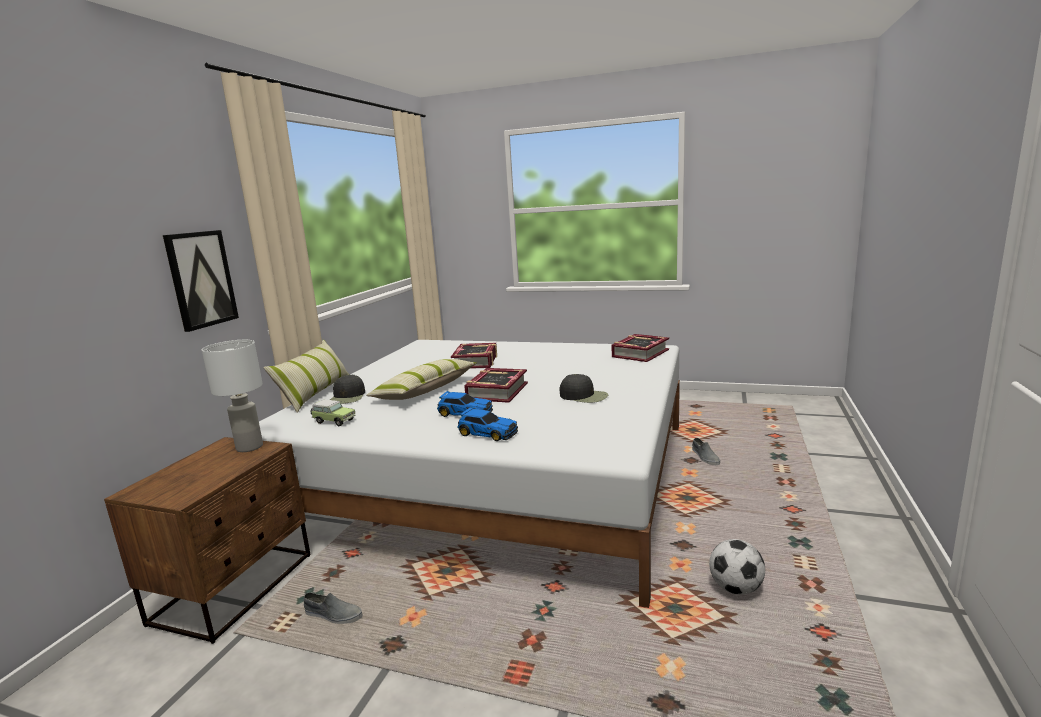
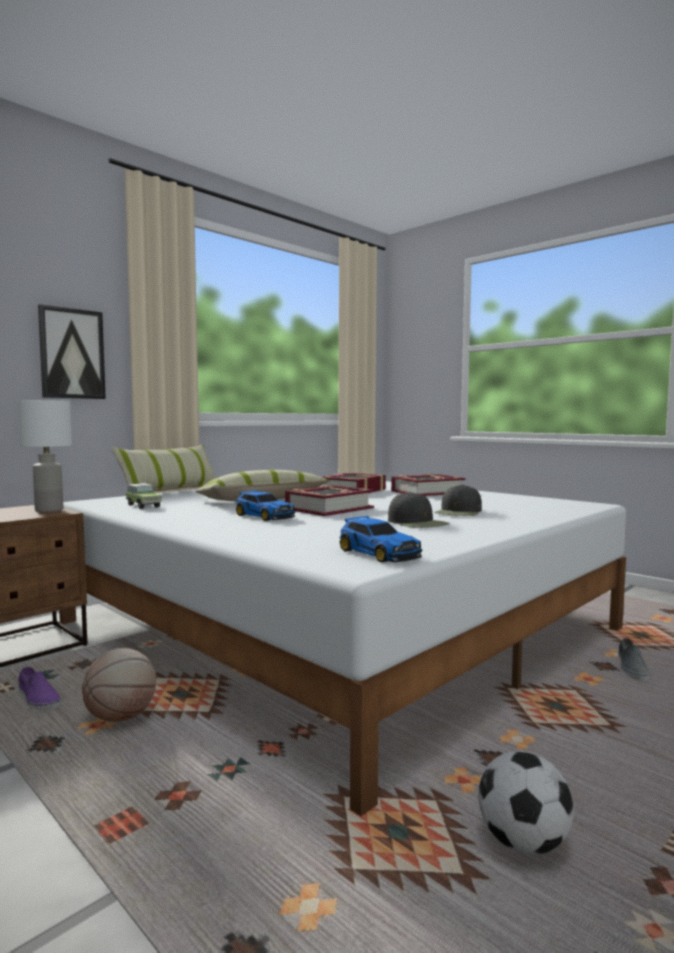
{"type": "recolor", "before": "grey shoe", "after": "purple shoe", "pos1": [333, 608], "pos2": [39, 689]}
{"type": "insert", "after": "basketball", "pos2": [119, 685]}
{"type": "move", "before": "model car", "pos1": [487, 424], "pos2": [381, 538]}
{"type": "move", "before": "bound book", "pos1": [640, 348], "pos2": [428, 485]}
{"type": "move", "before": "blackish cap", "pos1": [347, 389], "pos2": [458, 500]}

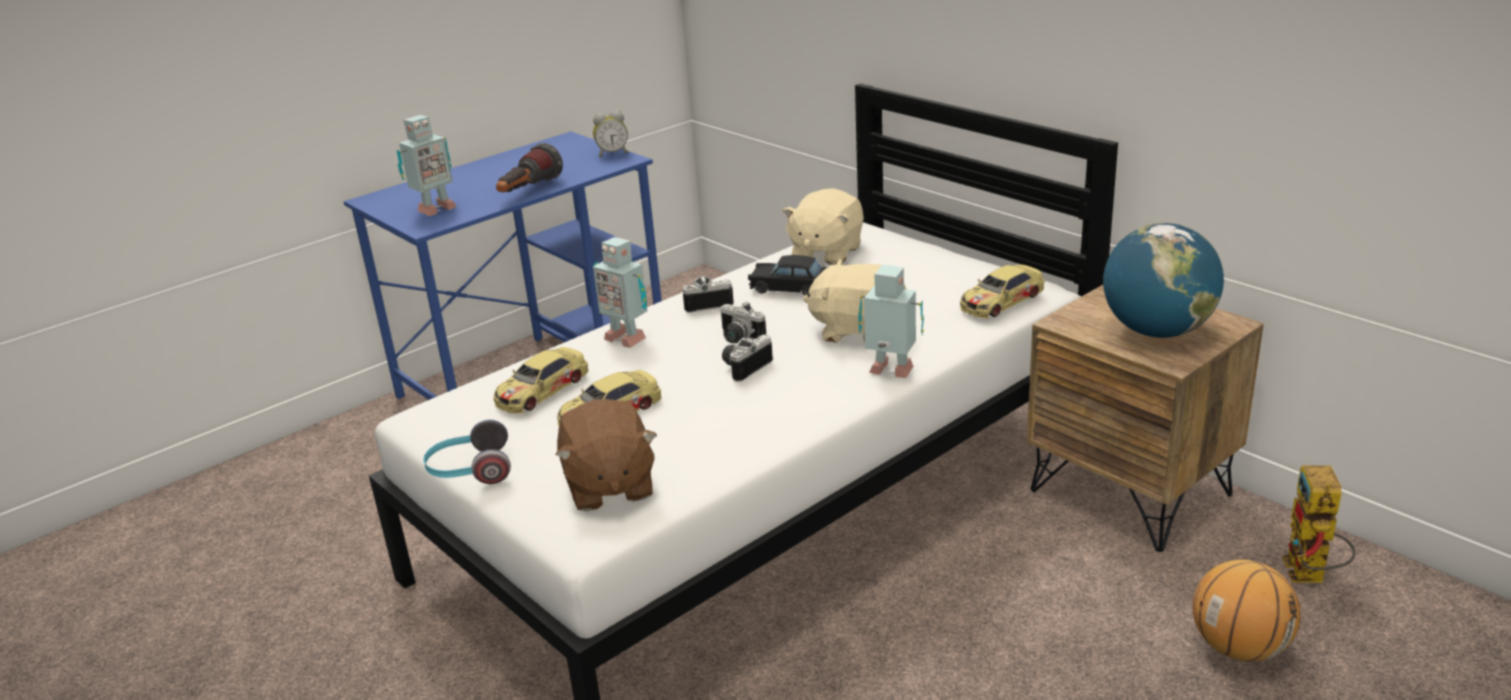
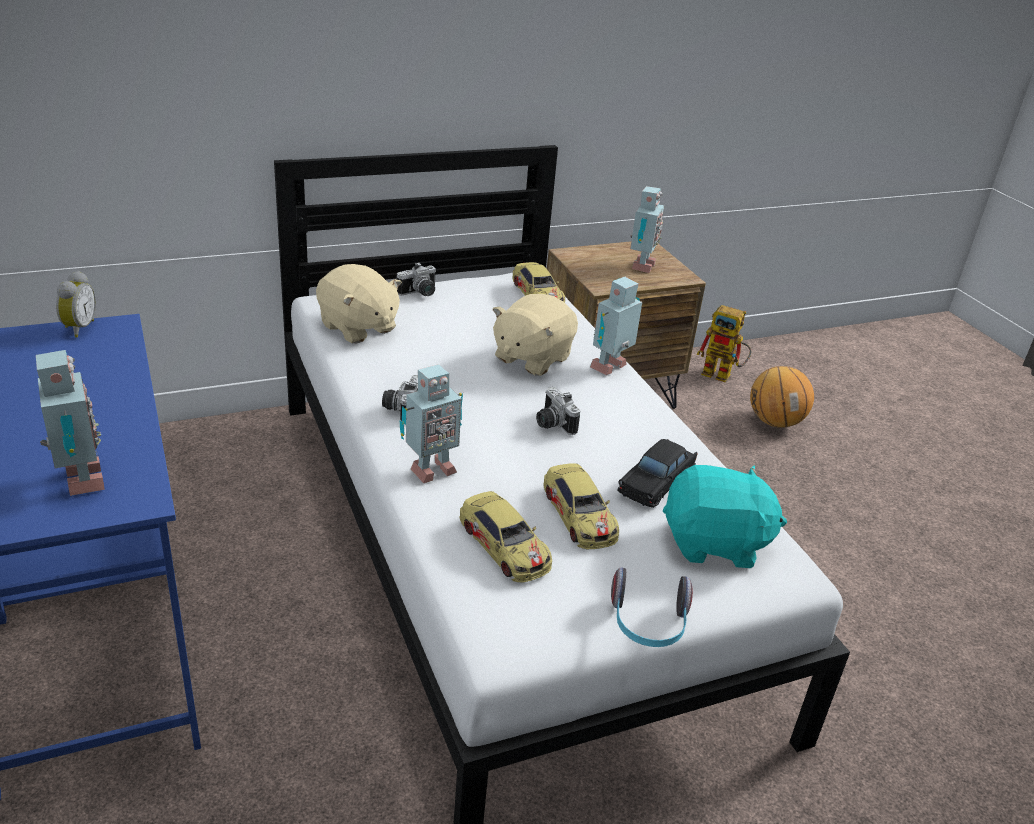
{"type": "move", "before": "still camera", "pos1": [743, 322], "pos2": [416, 279]}
{"type": "move", "before": "blackish model car", "pos1": [788, 275], "pos2": [657, 473]}
{"type": "replace", "before": "world globe", "after": "robot figure", "pos1": [1163, 280], "pos2": [647, 229]}
{"type": "recolor", "before": "brown-coloured cuddly toy", "after": "turquoise cuddly toy", "pos1": [606, 455], "pos2": [725, 516]}
{"type": "delete", "before": "flashlight", "pos1": [529, 167]}

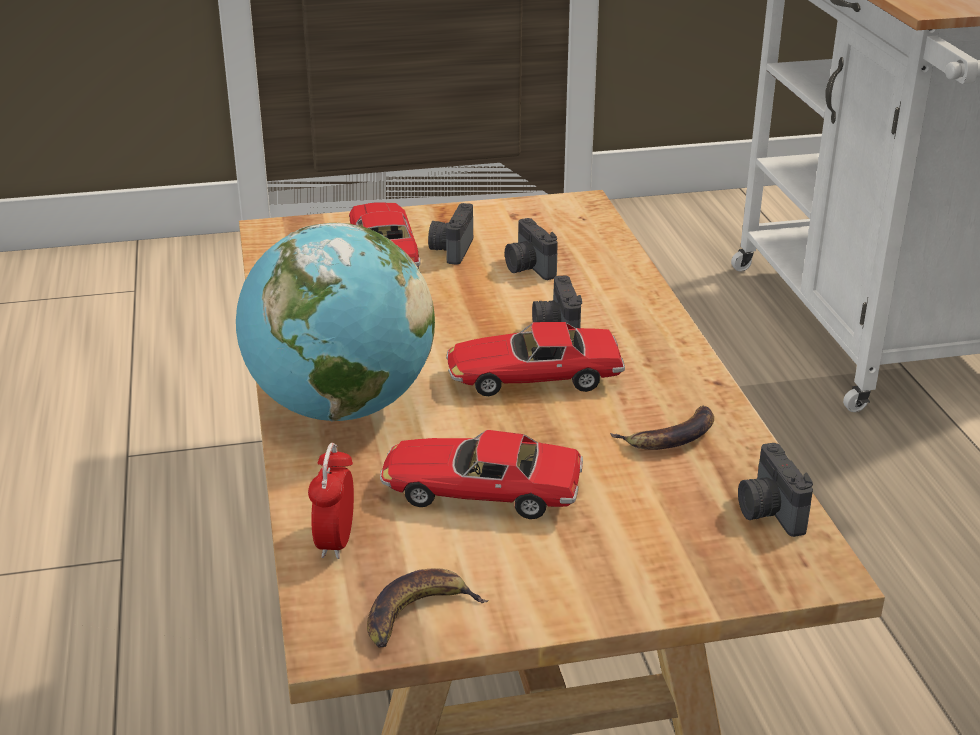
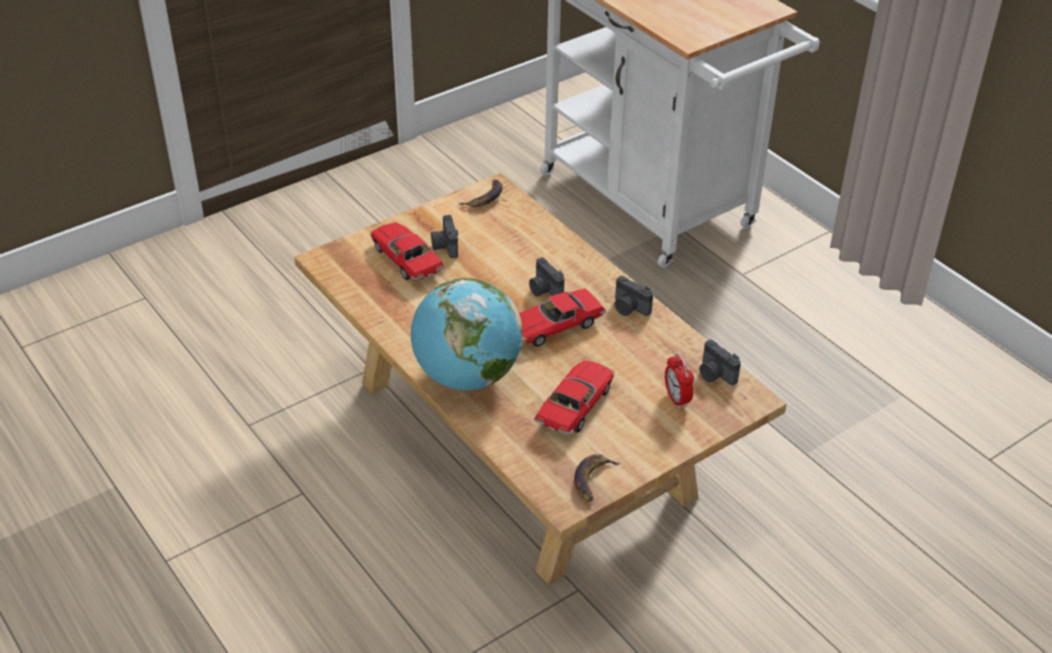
{"type": "move", "before": "banana fruit", "pos1": [662, 428], "pos2": [480, 193]}
{"type": "rotate", "before": "model car", "pos1": [481, 474], "pos2": [574, 397], "turn": 135}
{"type": "move", "before": "still camera", "pos1": [531, 249], "pos2": [634, 296]}
{"type": "move", "before": "bedside clock", "pos1": [331, 501], "pos2": [679, 381]}

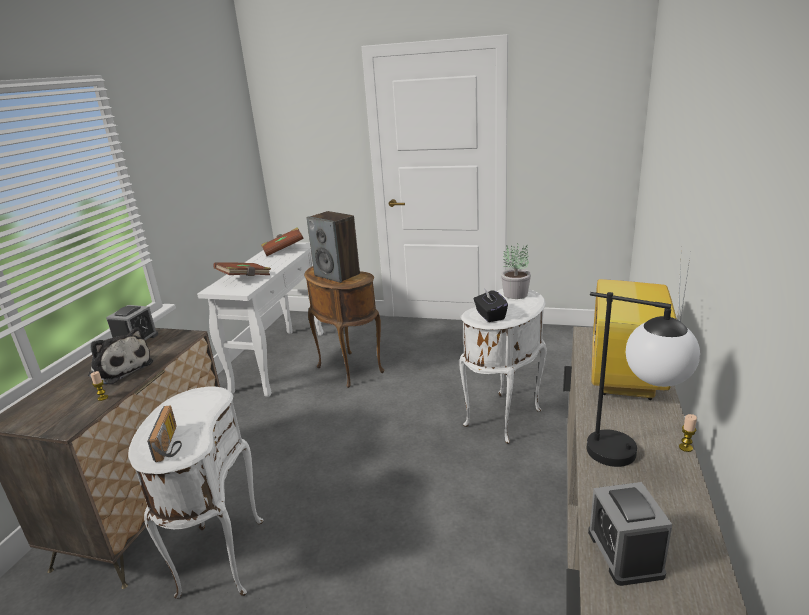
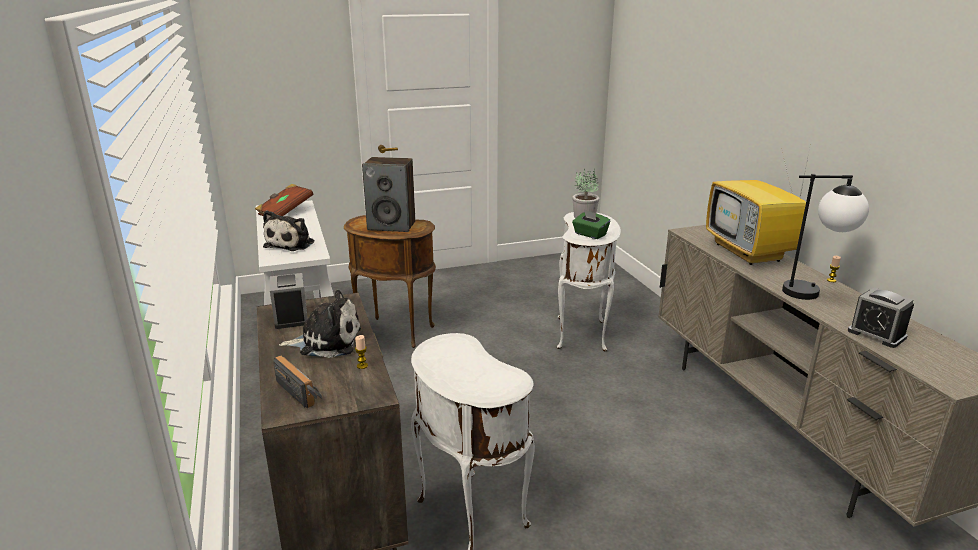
{"type": "replace", "before": "brown-coloured bound book", "after": "cuddly toy", "pos1": [242, 269], "pos2": [288, 230]}
{"type": "move", "before": "radio receiver", "pos1": [164, 433], "pos2": [297, 382]}
{"type": "recolor", "before": "blackish tissue holder", "after": "greenish tissue holder", "pos1": [491, 305], "pos2": [591, 224]}

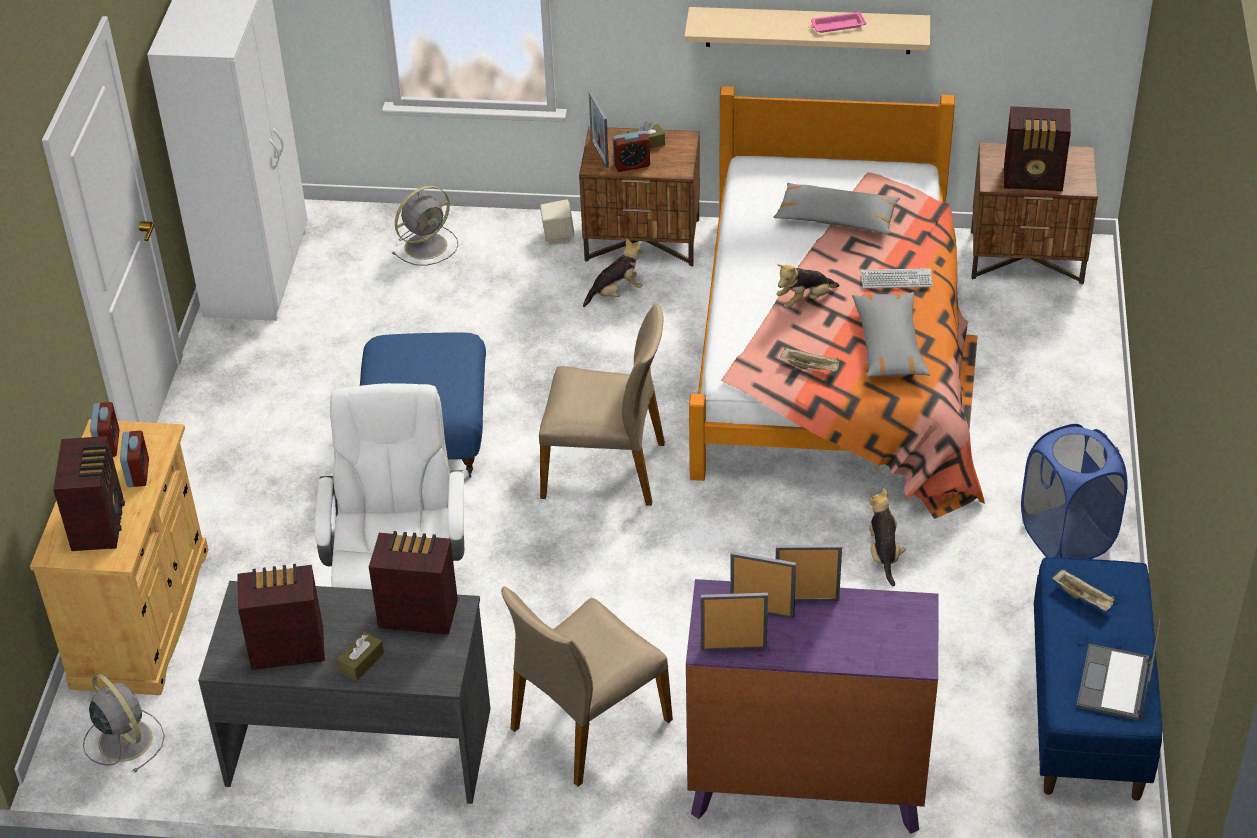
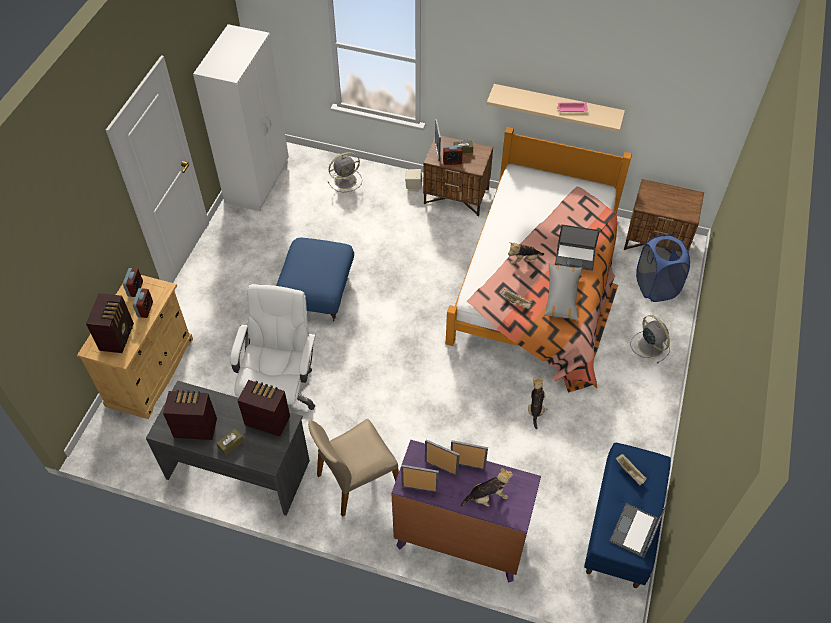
{"type": "move", "before": "cuddly toy", "pos1": [612, 272], "pos2": [487, 487]}
{"type": "replace", "before": "computer keyboard", "after": "laptop", "pos1": [897, 278], "pos2": [577, 247]}
{"type": "move", "before": "grey cooling fan", "pos1": [124, 723], "pos2": [650, 339]}
{"type": "move", "before": "blue laundry basket", "pos1": [1074, 491], "pos2": [663, 268]}
{"type": "delete", "before": "beige-coloured plain chair", "pos1": [602, 404]}
{"type": "delete", "before": "grey throw pillow", "pos1": [837, 208]}
{"type": "delete", "before": "radio receiver", "pos1": [1037, 148]}

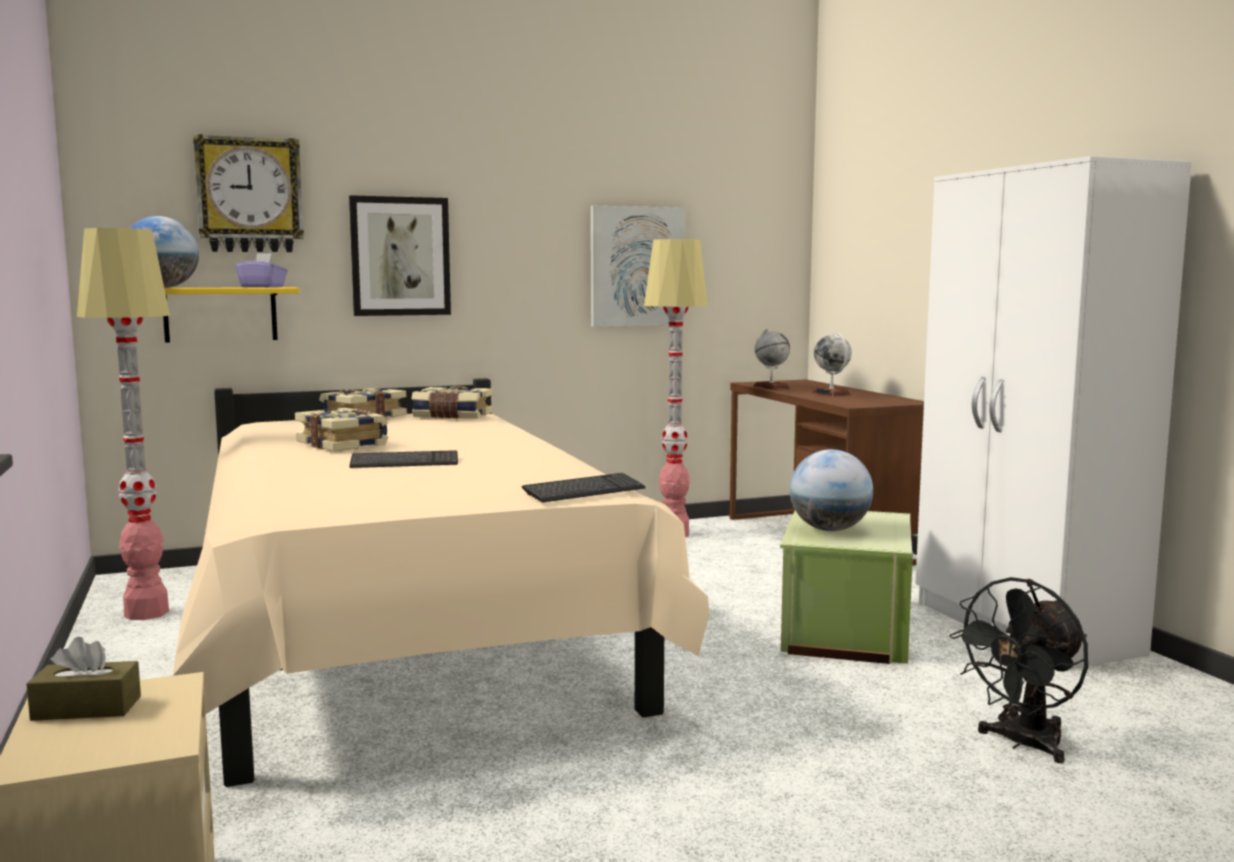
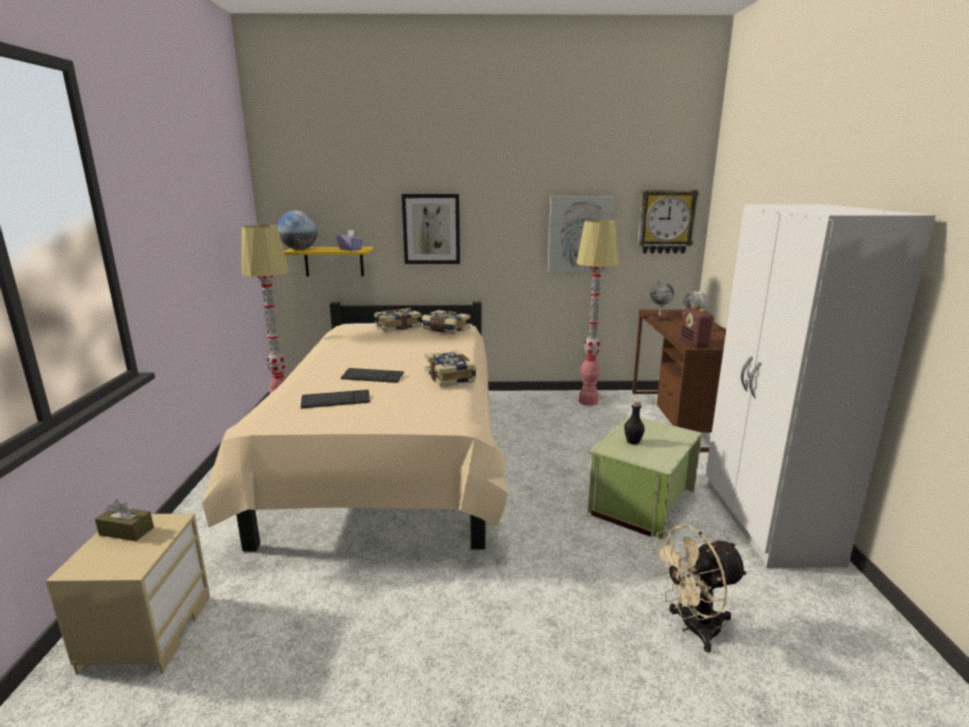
{"type": "move", "before": "computer keyboard", "pos1": [584, 488], "pos2": [335, 399]}
{"type": "move", "before": "bound book", "pos1": [342, 430], "pos2": [450, 368]}
{"type": "replace", "before": "world globe", "after": "blackish beverage bottle", "pos1": [831, 490], "pos2": [634, 422]}
{"type": "move", "before": "hanging clock", "pos1": [248, 193], "pos2": [668, 221]}
{"type": "recolor", "before": "blackish cooling fan", "after": "beige-coloured cooling fan", "pos1": [1018, 670], "pos2": [699, 588]}
{"type": "insert", "after": "radio receiver", "pos2": [697, 326]}

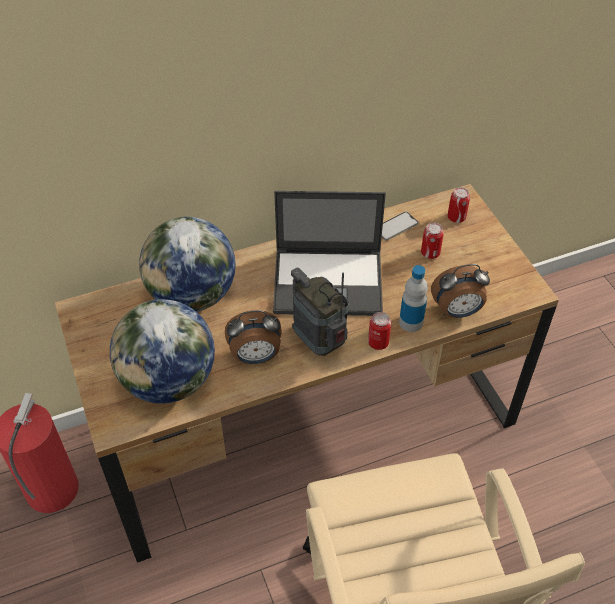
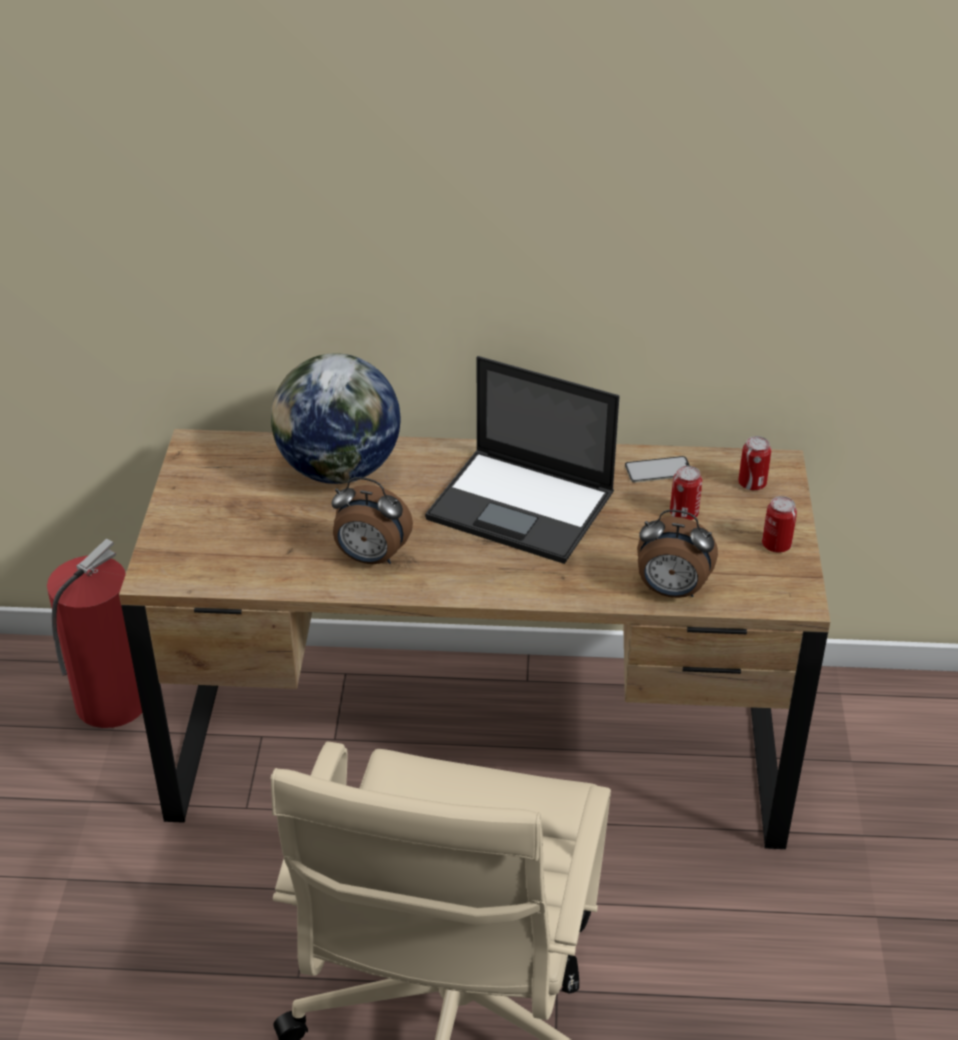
{"type": "move", "before": "sealed can", "pos1": [379, 331], "pos2": [779, 524]}
{"type": "delete", "before": "world globe", "pos1": [162, 351]}
{"type": "delete", "before": "radio receiver", "pos1": [320, 312]}
{"type": "delete", "before": "beverage bottle", "pos1": [413, 298]}

